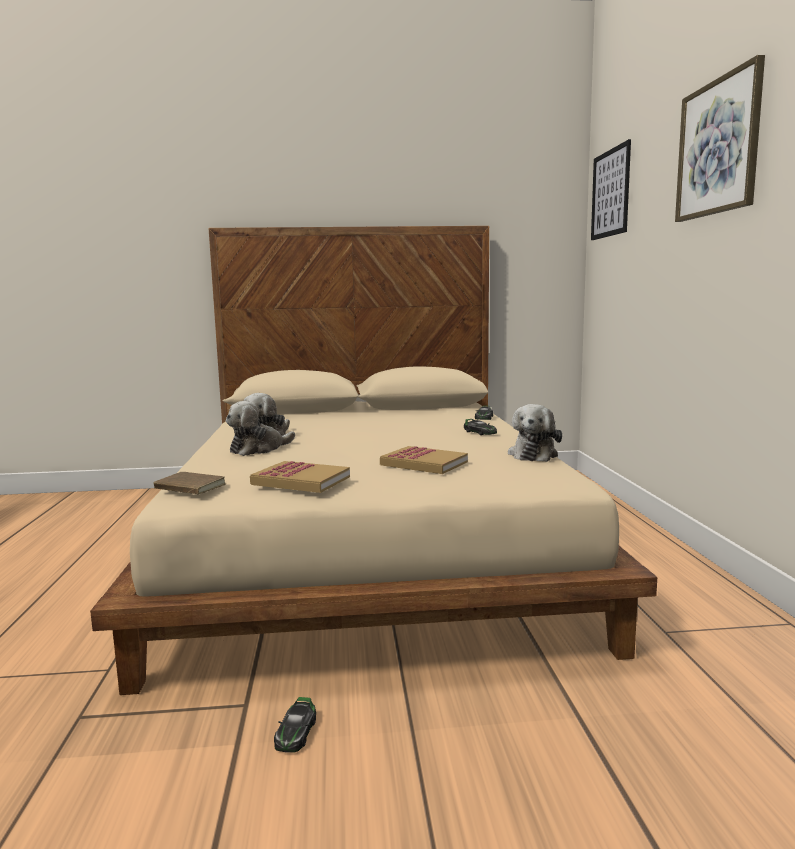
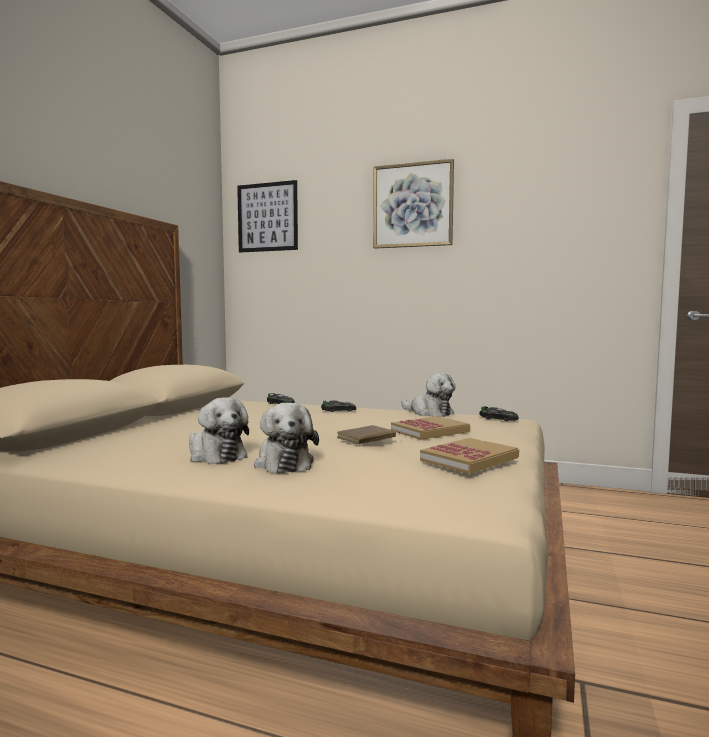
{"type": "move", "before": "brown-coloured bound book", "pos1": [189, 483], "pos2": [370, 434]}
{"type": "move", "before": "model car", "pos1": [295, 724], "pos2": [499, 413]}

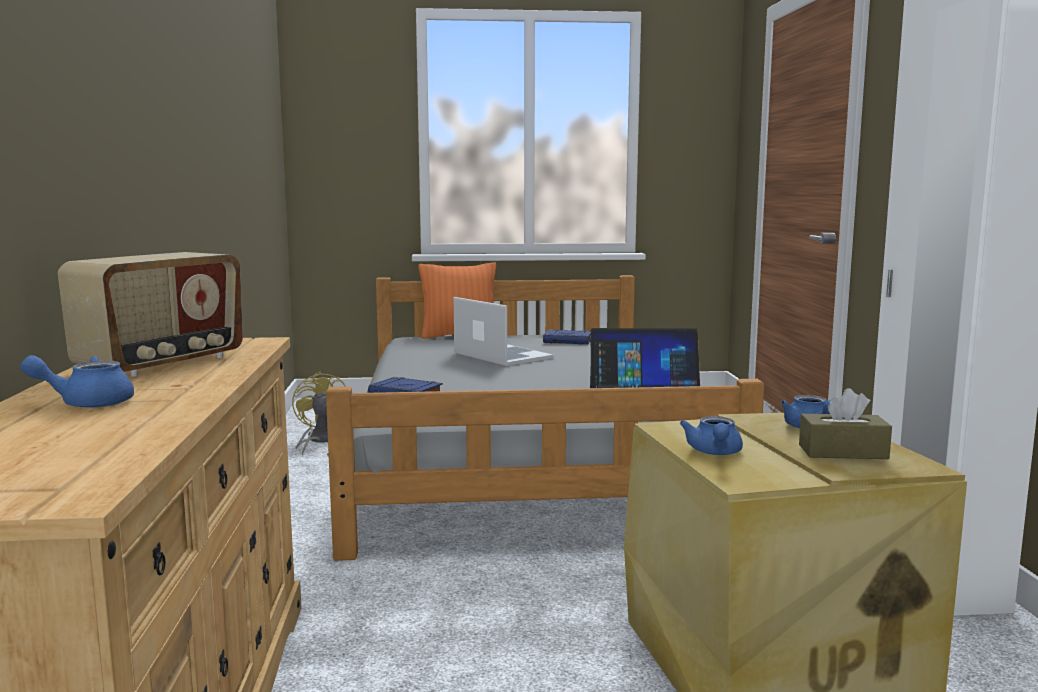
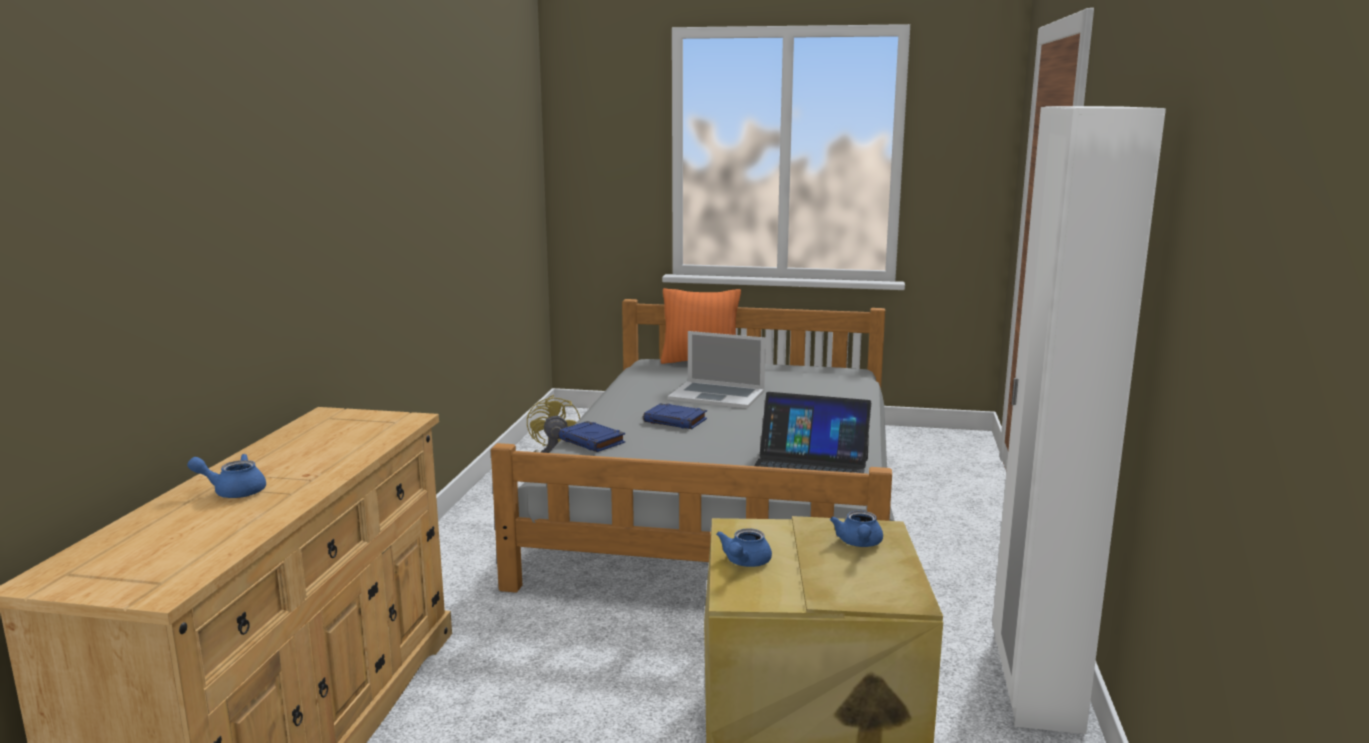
{"type": "move", "before": "blue bound book", "pos1": [567, 337], "pos2": [675, 416]}
{"type": "rotate", "before": "laptop", "pos1": [503, 331], "pos2": [717, 369], "turn": 135}
{"type": "delete", "before": "radio receiver", "pos1": [150, 314]}
{"type": "delete", "before": "brown-coloured tissue holder", "pos1": [845, 423]}

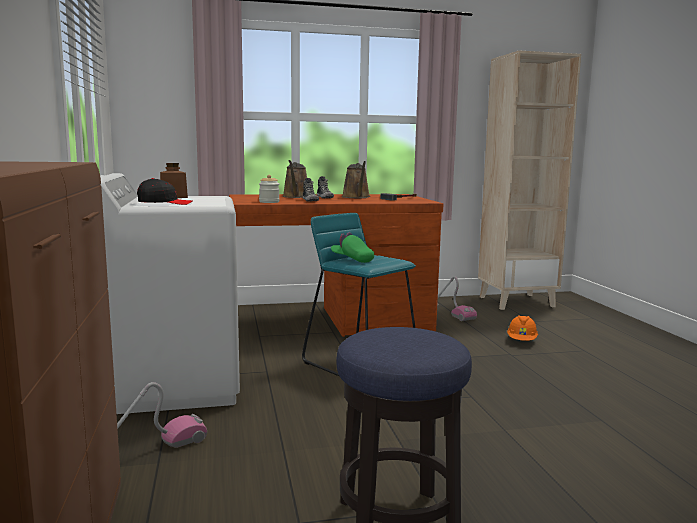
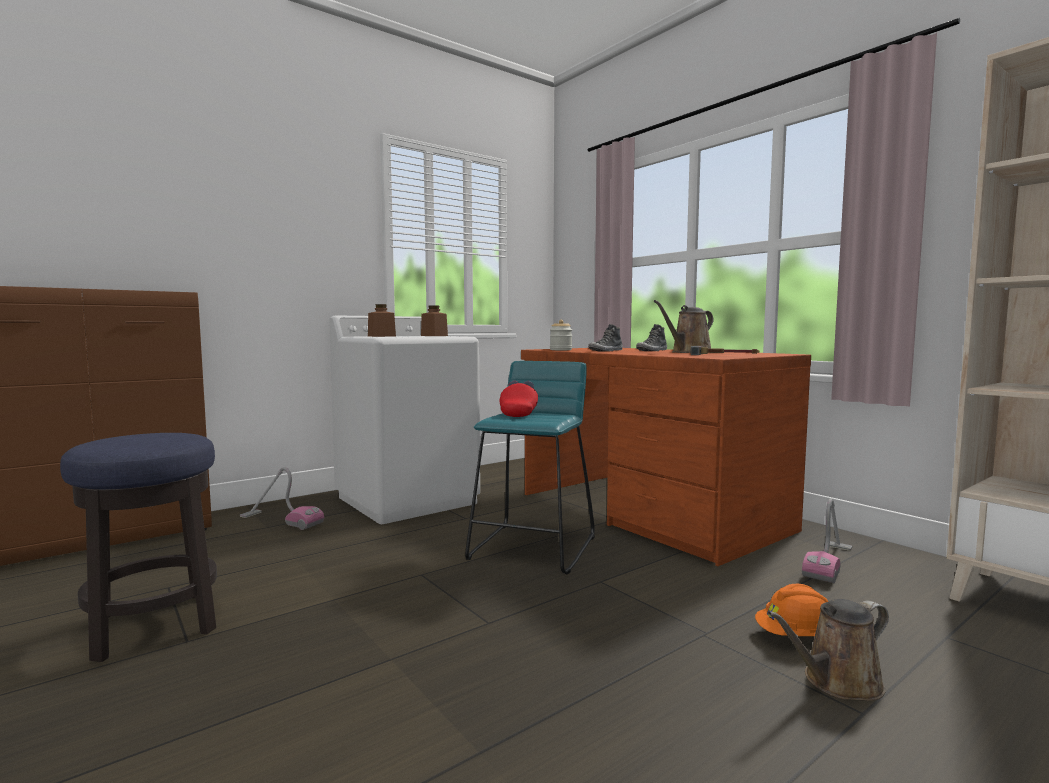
{"type": "replace", "before": "blackish cap", "after": "brown-coloured storage jar", "pos1": [165, 191], "pos2": [382, 320]}
{"type": "recolor", "before": "greenish cap", "after": "reddish cap", "pos1": [352, 247], "pos2": [519, 398]}
{"type": "move", "before": "brown-coloured watering can", "pos1": [294, 179], "pos2": [828, 650]}

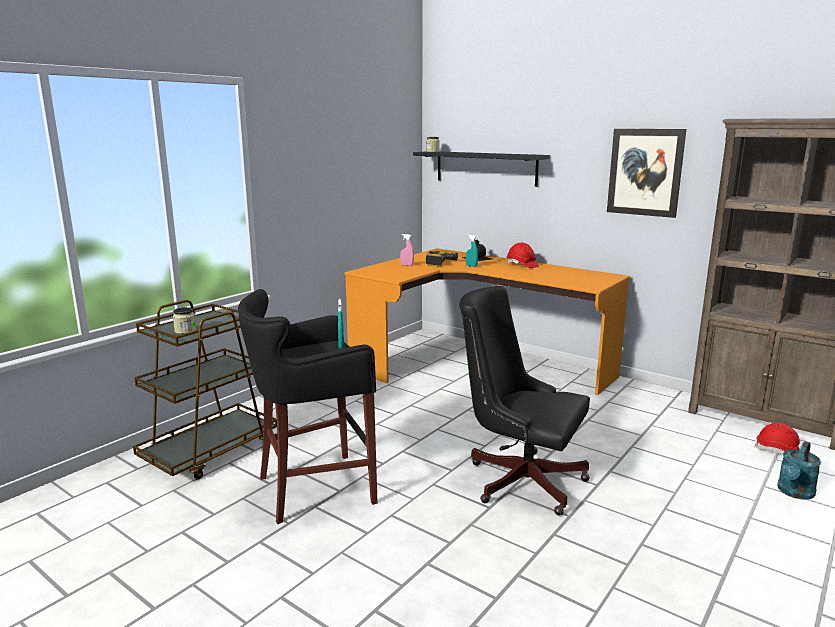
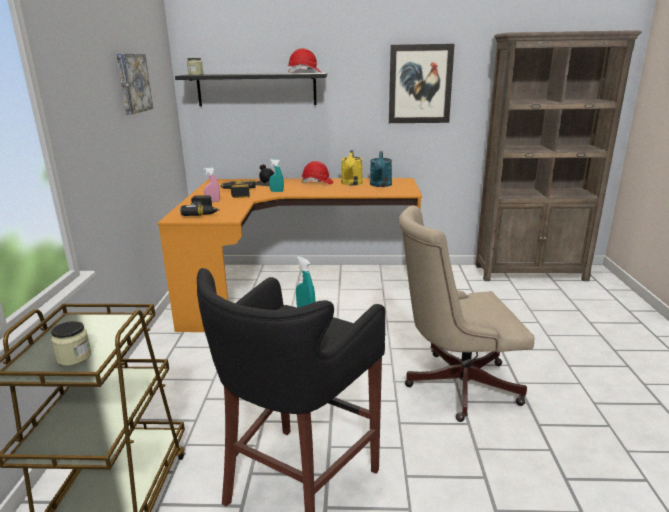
{"type": "insert", "after": "picture", "pos2": [134, 84]}
{"type": "insert", "after": "electric drill", "pos2": [200, 205]}
{"type": "move", "before": "reddish safety helmet", "pos1": [777, 438], "pos2": [305, 60]}
{"type": "insert", "after": "yellow watering can", "pos2": [352, 168]}
{"type": "move", "before": "turquoise watering can", "pos1": [799, 470], "pos2": [381, 169]}
{"type": "recolor", "before": "blackish office chair", "after": "beige-coloured office chair", "pos1": [524, 401], "pos2": [466, 314]}

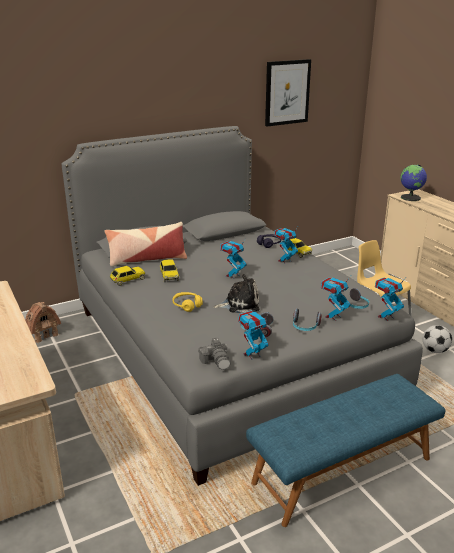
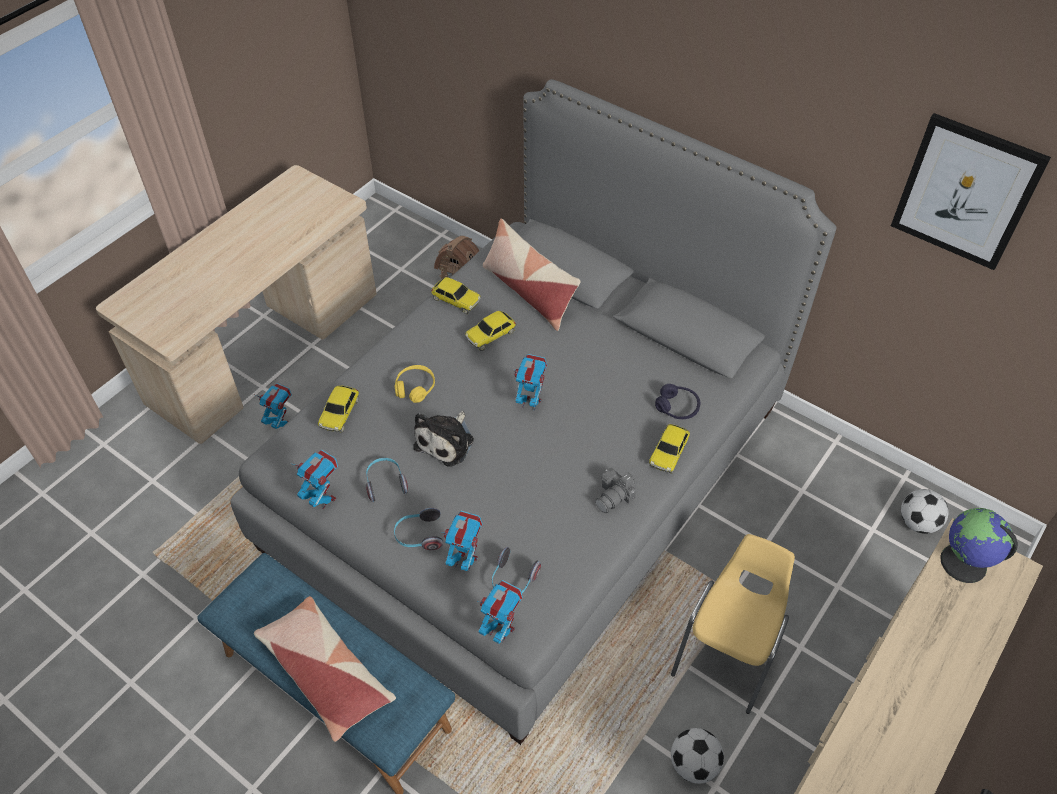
{"type": "move", "before": "robot figure", "pos1": [286, 245], "pos2": [273, 406]}
{"type": "insert", "after": "throw pillow", "pos2": [325, 669]}
{"type": "insert", "after": "model car", "pos2": [338, 409]}
{"type": "rotate", "before": "cuddly toy", "pos1": [236, 293], "pos2": [443, 439], "turn": 60}
{"type": "move", "before": "still camera", "pos1": [214, 354], "pos2": [615, 490]}
{"type": "insert", "after": "football ball", "pos2": [925, 511]}

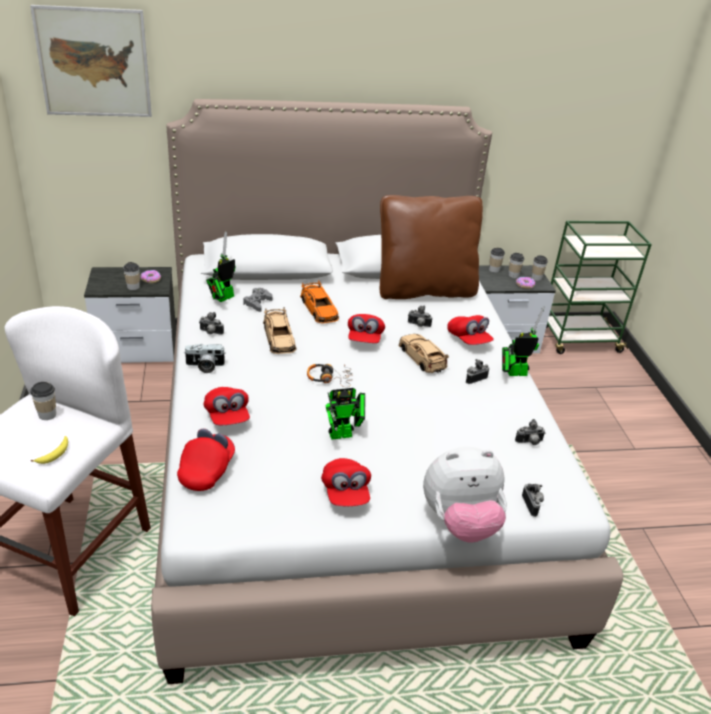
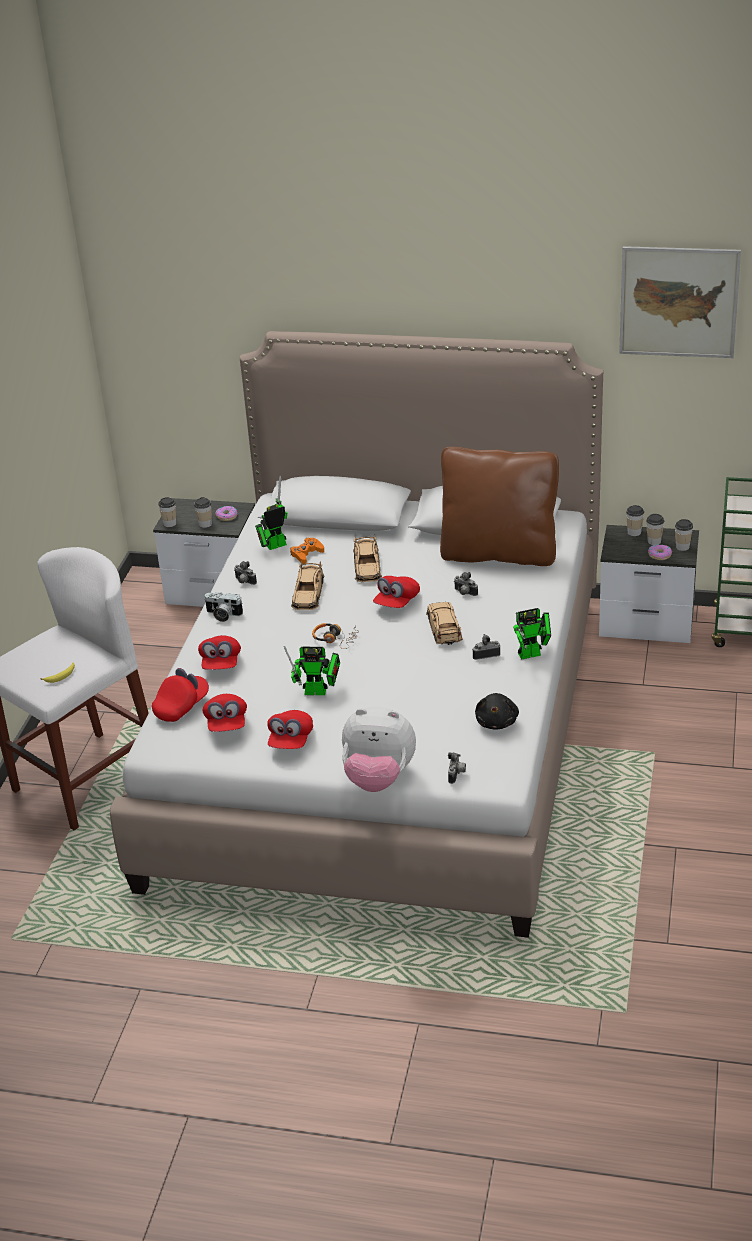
{"type": "move", "before": "drinking cup", "pos1": [43, 401], "pos2": [167, 512]}
{"type": "move", "before": "reddish cap", "pos1": [470, 330], "pos2": [224, 713]}
{"type": "recolor", "before": "grey joypad", "after": "orangey joypad", "pos1": [258, 300], "pos2": [307, 551]}
{"type": "recolor", "before": "orangey model car", "after": "beige-coloured model car", "pos1": [319, 301], "pos2": [367, 558]}
{"type": "replace", "before": "still camera", "after": "blackish cuddly toy", "pos1": [530, 432], "pos2": [497, 711]}
{"type": "rotate", "before": "robot figure", "pos1": [523, 341], "pos2": [532, 633], "turn": 150}
{"type": "move", "before": "picture", "pos1": [91, 61], "pos2": [680, 302]}

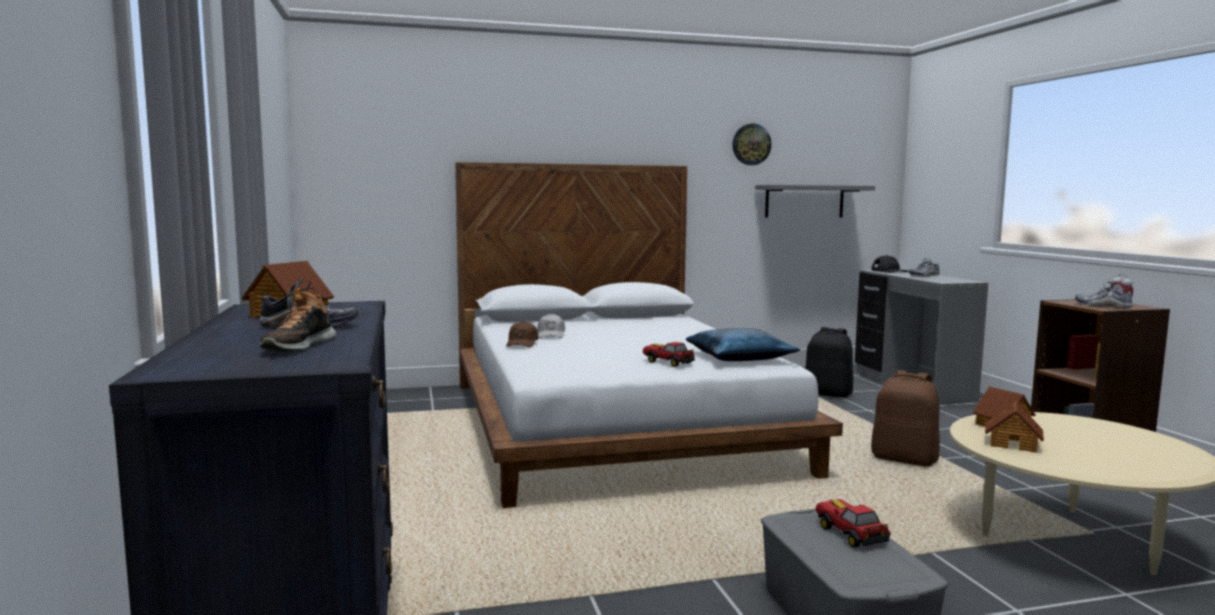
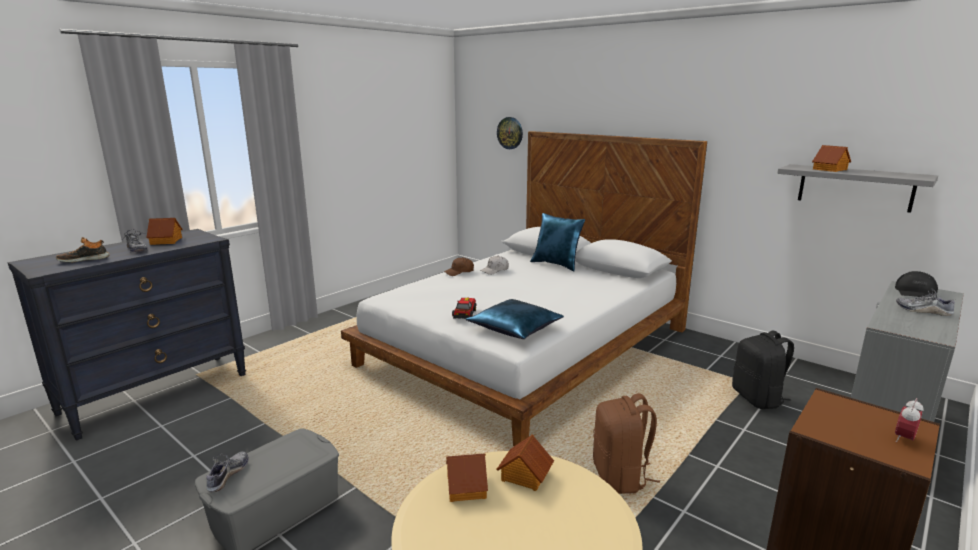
{"type": "move", "before": "shoe", "pos1": [1104, 294], "pos2": [227, 471]}
{"type": "move", "before": "hanging clock", "pos1": [752, 144], "pos2": [510, 133]}
{"type": "insert", "after": "blue throw pillow", "pos2": [557, 242]}
{"type": "insert", "after": "miniature house", "pos2": [831, 158]}
{"type": "delete", "before": "model car", "pos1": [853, 523]}

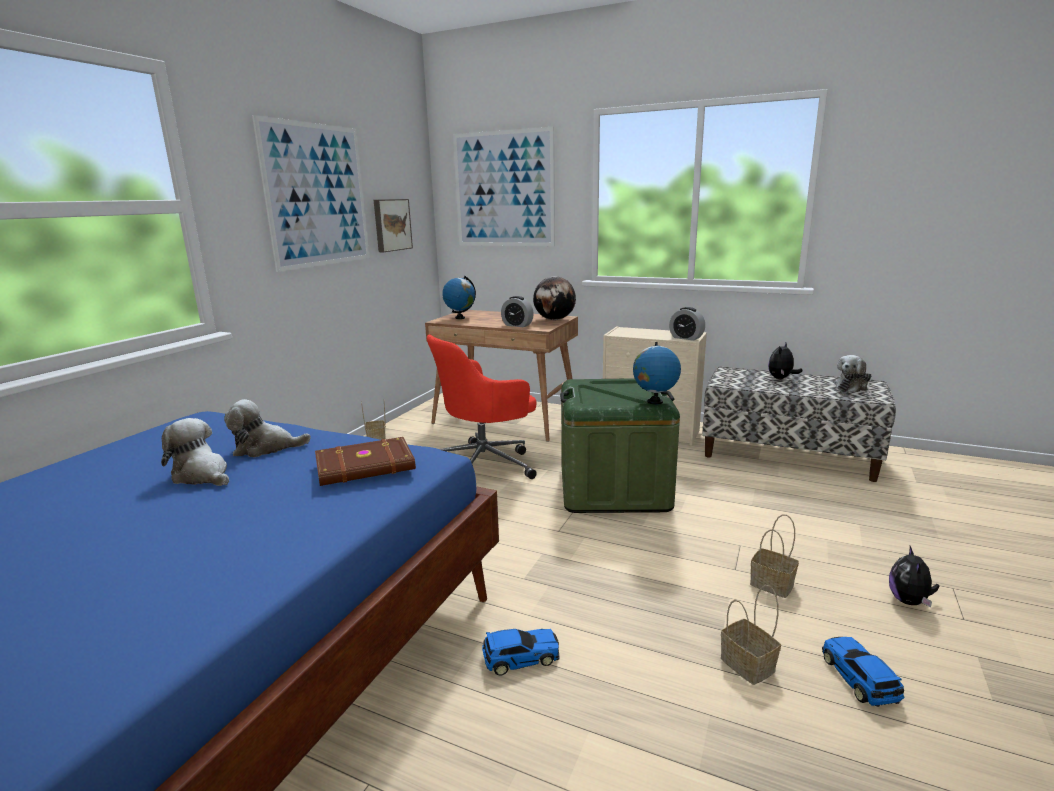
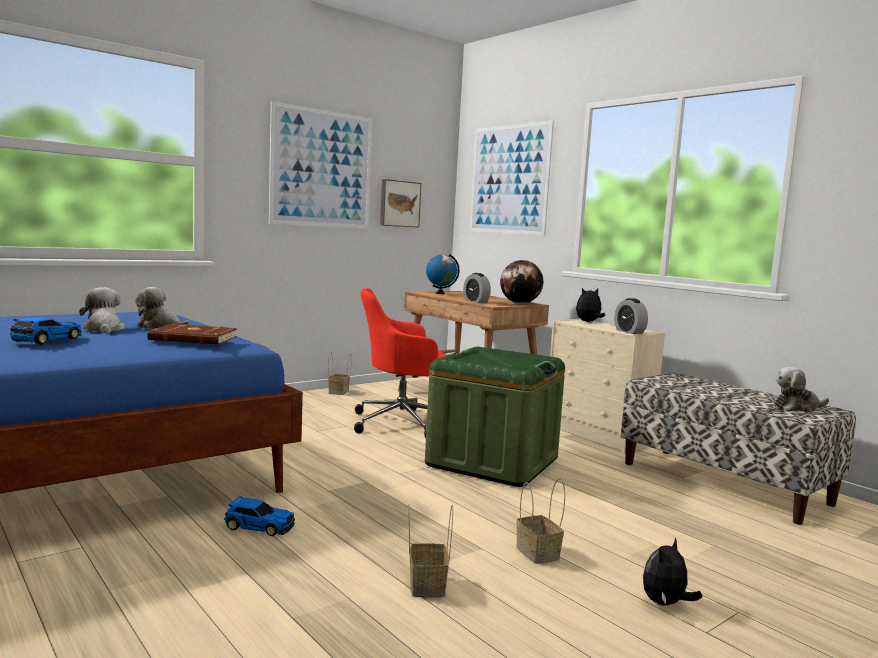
{"type": "move", "before": "model car", "pos1": [863, 672], "pos2": [45, 331]}
{"type": "move", "before": "cuddly toy", "pos1": [785, 361], "pos2": [590, 305]}
{"type": "delete", "before": "world globe", "pos1": [657, 373]}

